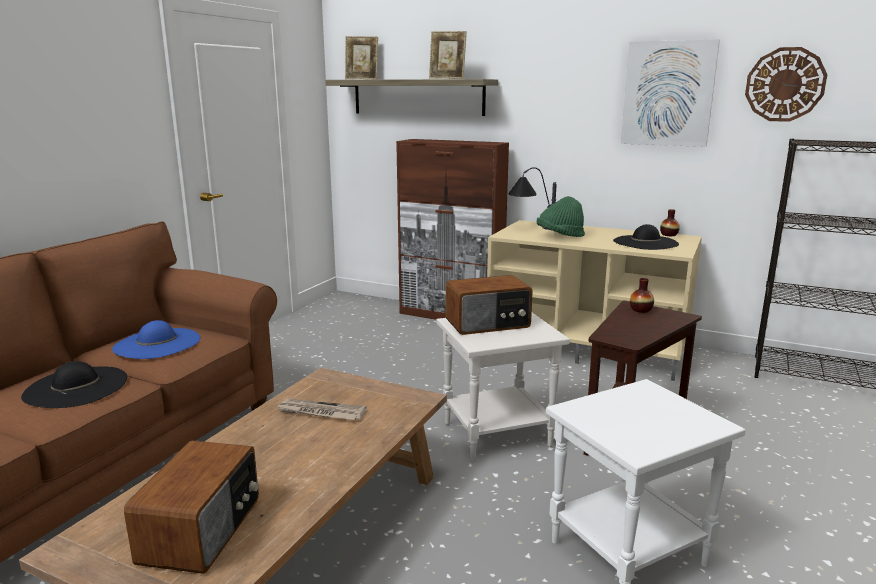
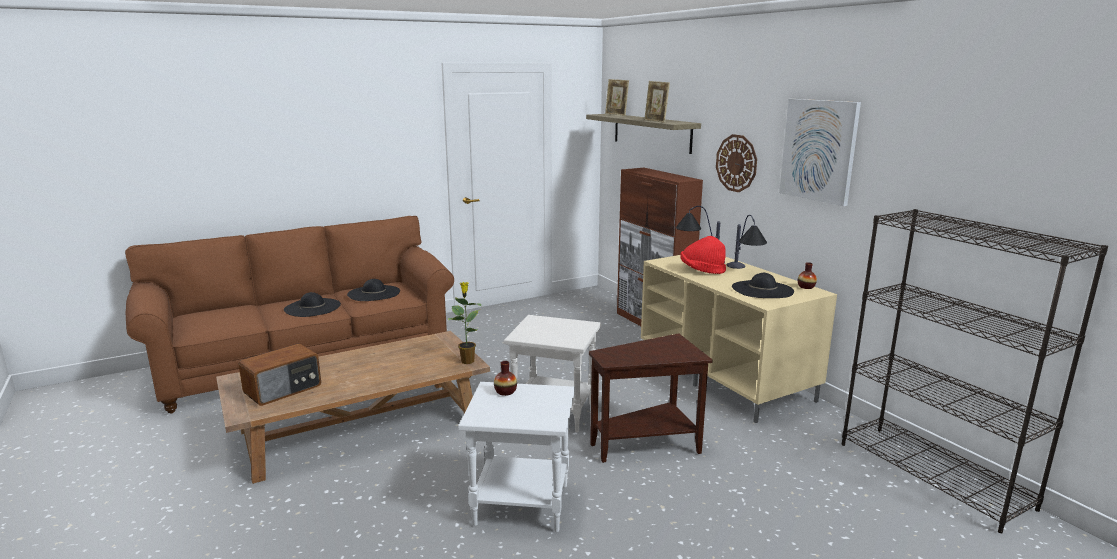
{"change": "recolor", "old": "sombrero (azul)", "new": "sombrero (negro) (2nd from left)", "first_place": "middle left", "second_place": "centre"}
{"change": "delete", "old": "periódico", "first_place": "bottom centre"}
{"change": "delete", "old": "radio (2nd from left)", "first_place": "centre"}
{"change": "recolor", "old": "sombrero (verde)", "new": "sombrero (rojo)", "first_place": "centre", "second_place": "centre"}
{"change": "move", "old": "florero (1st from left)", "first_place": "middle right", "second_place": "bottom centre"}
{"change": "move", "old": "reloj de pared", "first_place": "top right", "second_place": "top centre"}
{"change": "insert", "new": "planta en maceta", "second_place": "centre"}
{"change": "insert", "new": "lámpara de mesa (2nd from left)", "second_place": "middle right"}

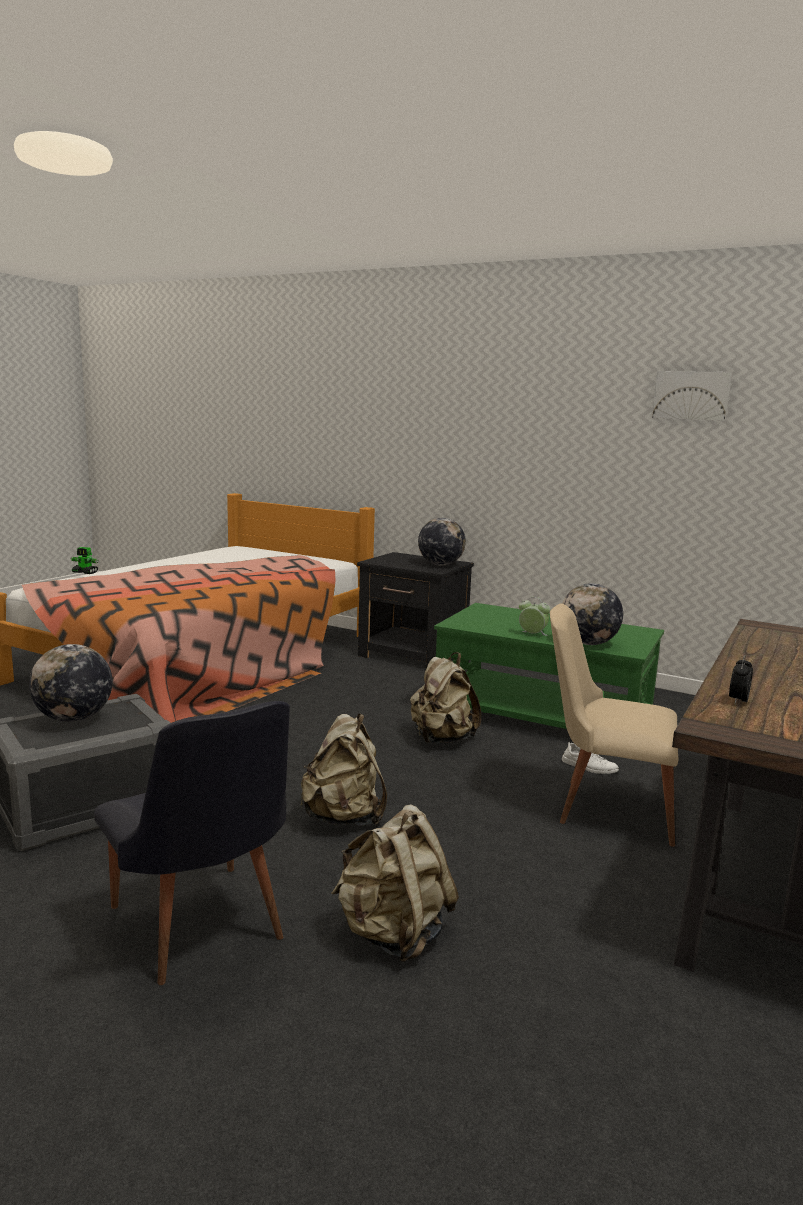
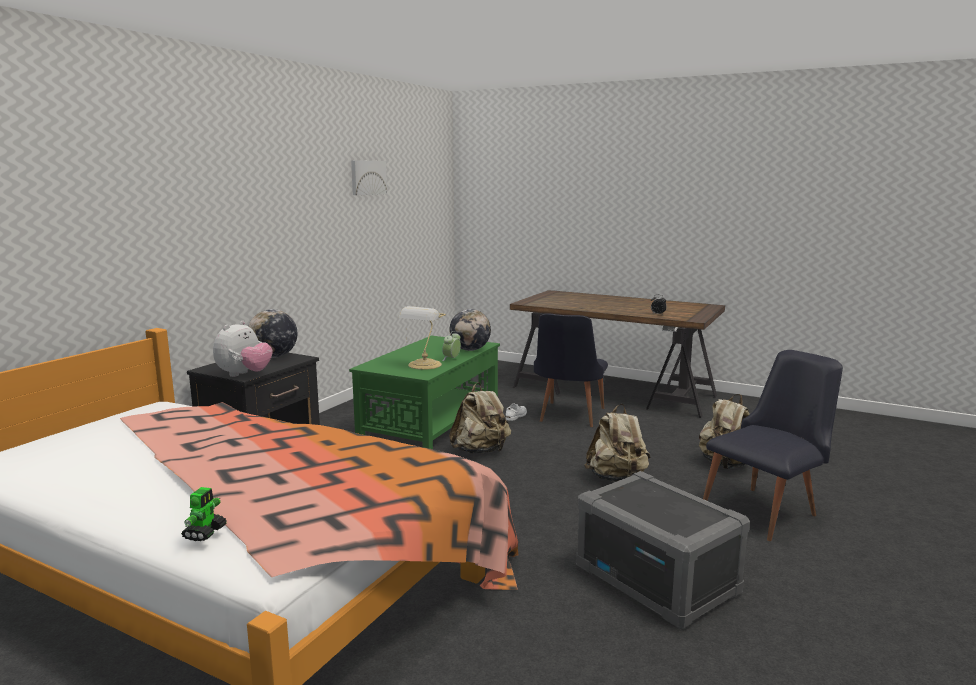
{"change": "delete", "old": "globo terráqueo (1st from left)", "first_place": "middle left"}
{"change": "recolor", "old": "silla (beis)", "new": "silla (negro) (1st from left)", "first_place": "middle right", "second_place": "centre"}
{"change": "insert", "new": "peluche", "second_place": "middle left"}
{"change": "insert", "new": "lámpara de mesa", "second_place": "centre"}

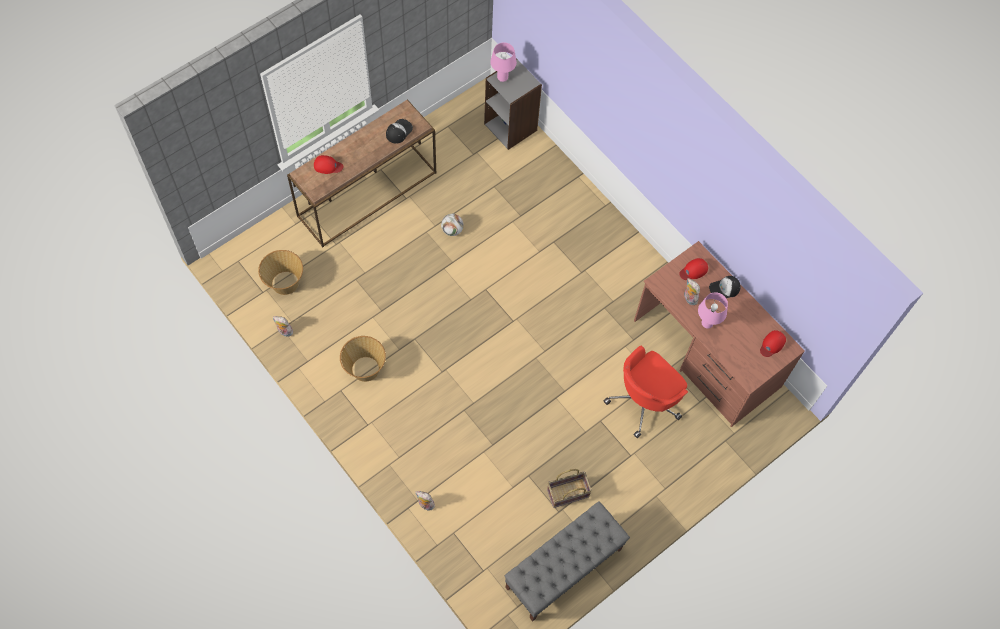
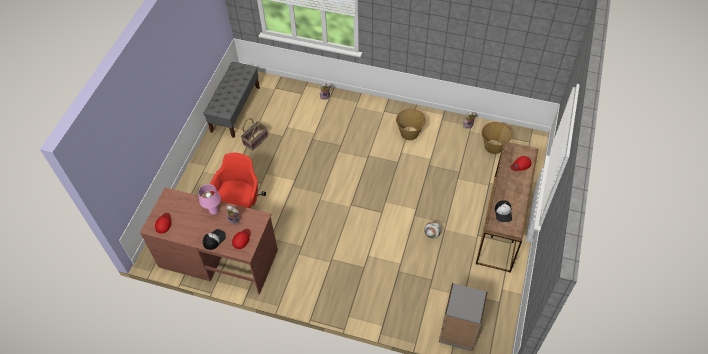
{"change": "delete", "old": "lámpara de mesa (rosa) (1st from left)", "first_place": "top centre"}

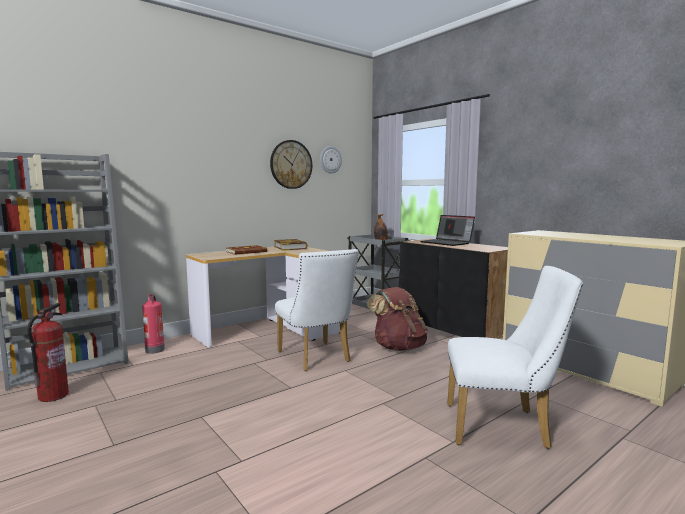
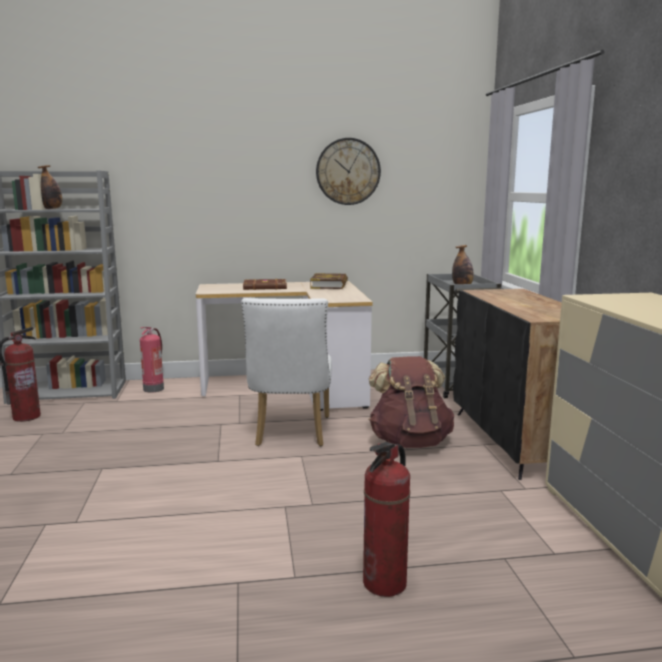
{"change": "delete", "old": "reloj de pared (2nd from left)", "first_place": "top centre"}
{"change": "delete", "old": "portátil", "first_place": "centre"}
{"change": "replace", "old": "silla (blanco) (2nd from left)", "new": "extintor (3rd from left)", "first_place": "bottom right", "second_place": "bottom centre"}
{"change": "insert", "new": "botella (1st from left)", "second_place": "top left"}

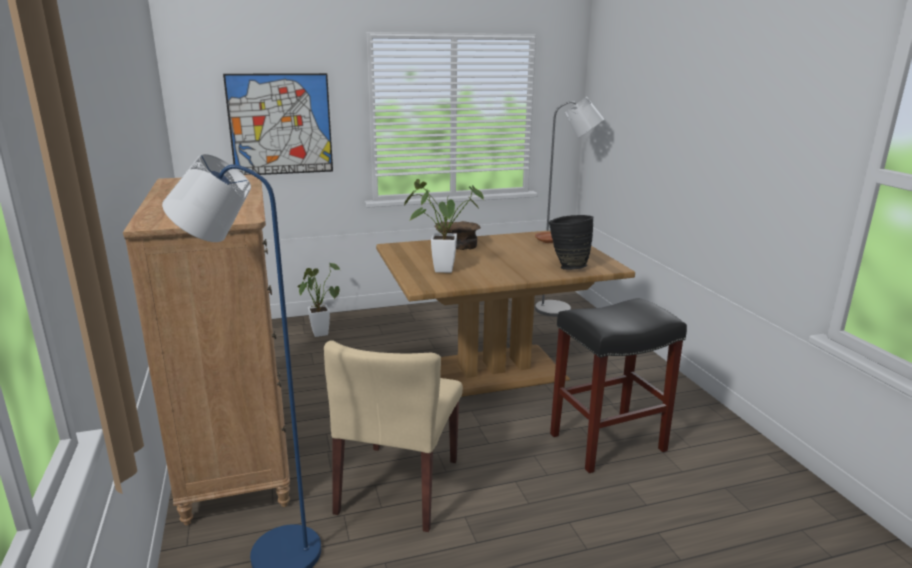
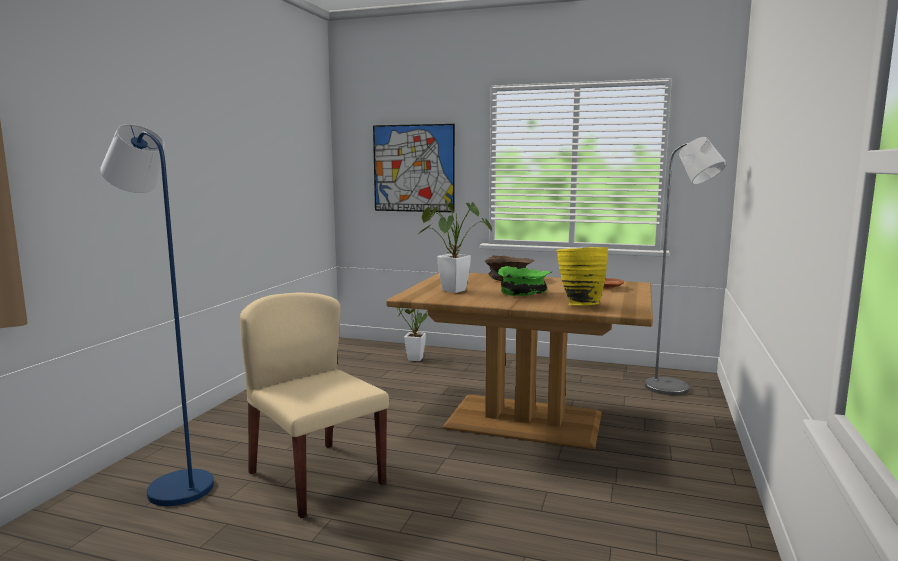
{"change": "delete", "old": "cómoda (marrón)", "first_place": "middle left"}
{"change": "rotate", "old": "silla (beis)", "first_place": "bottom centre", "second_place": "bottom centre", "degrees": 90}
{"change": "recolor", "old": "florero (negro)", "new": "florero (amarillo)", "first_place": "centre", "second_place": "centre"}
{"change": "delete", "old": "taburete (negro)", "first_place": "bottom right"}
{"change": "insert", "new": "cuenco (verde)", "second_place": "centre"}

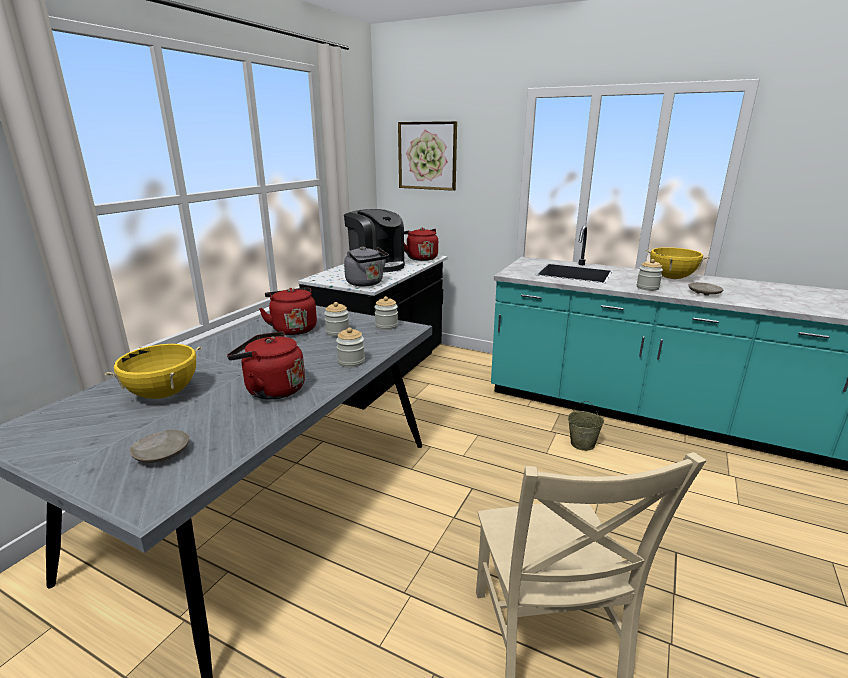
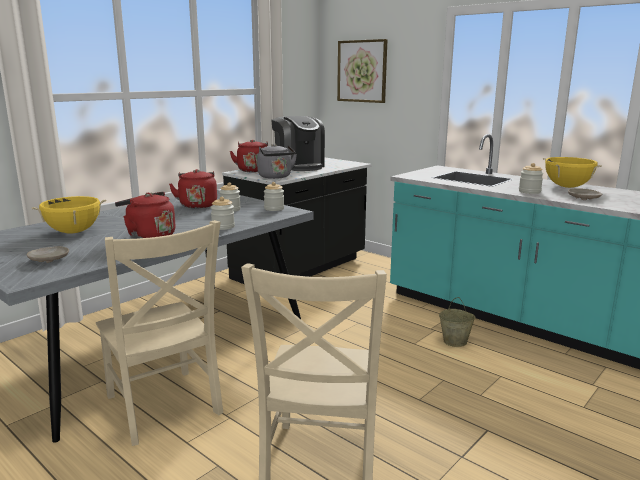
{"change": "move", "old": "hervidor (rojo) (3rd from left)", "first_place": "centre", "second_place": "top centre"}
{"change": "insert", "new": "silla (beis) (1st from left)", "second_place": "bottom left"}

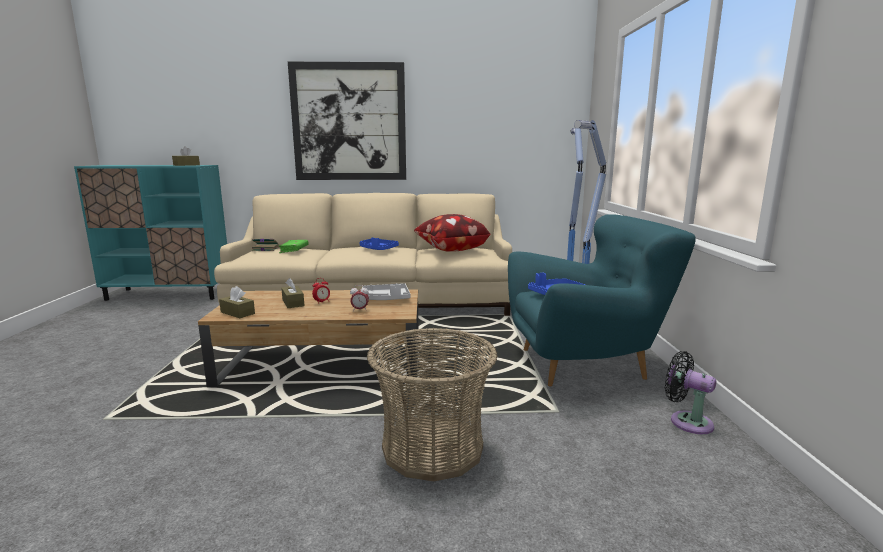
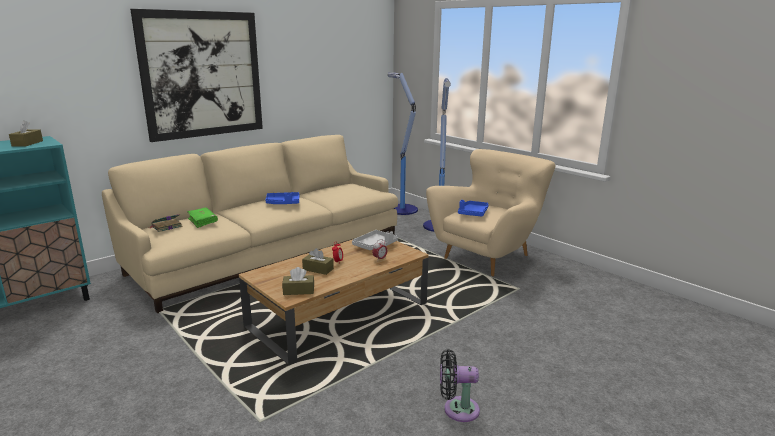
{"change": "delete", "old": "cesta", "first_place": "bottom centre"}
{"change": "delete", "old": "cojín", "first_place": "centre"}
{"change": "recolor", "old": "sillón (turquesa)", "new": "sillón (beis)", "first_place": "middle right", "second_place": "centre"}
{"change": "move", "old": "ventilador (negro)", "first_place": "bottom right", "second_place": "bottom centre"}

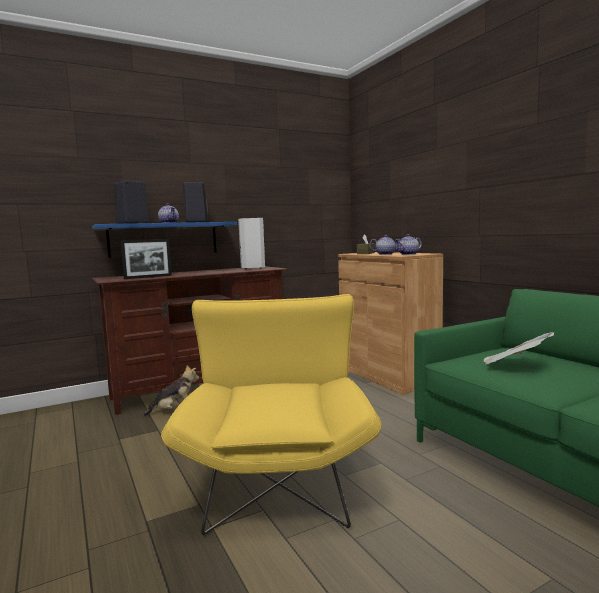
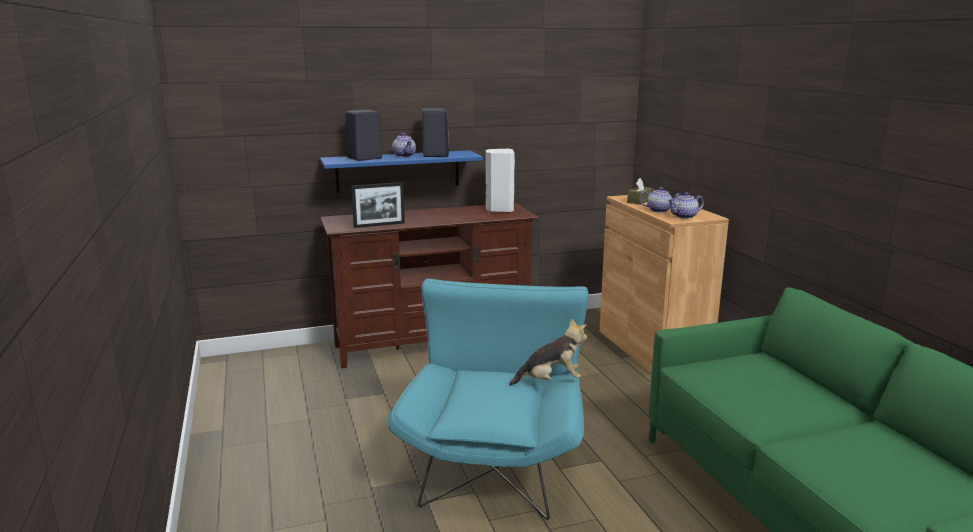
{"change": "move", "old": "peluche", "first_place": "middle left", "second_place": "centre"}
{"change": "recolor", "old": "sillón (amarillo)", "new": "sillón (turquesa)", "first_place": "bottom centre", "second_place": "bottom centre"}
{"change": "delete", "old": "periódico", "first_place": "middle right"}

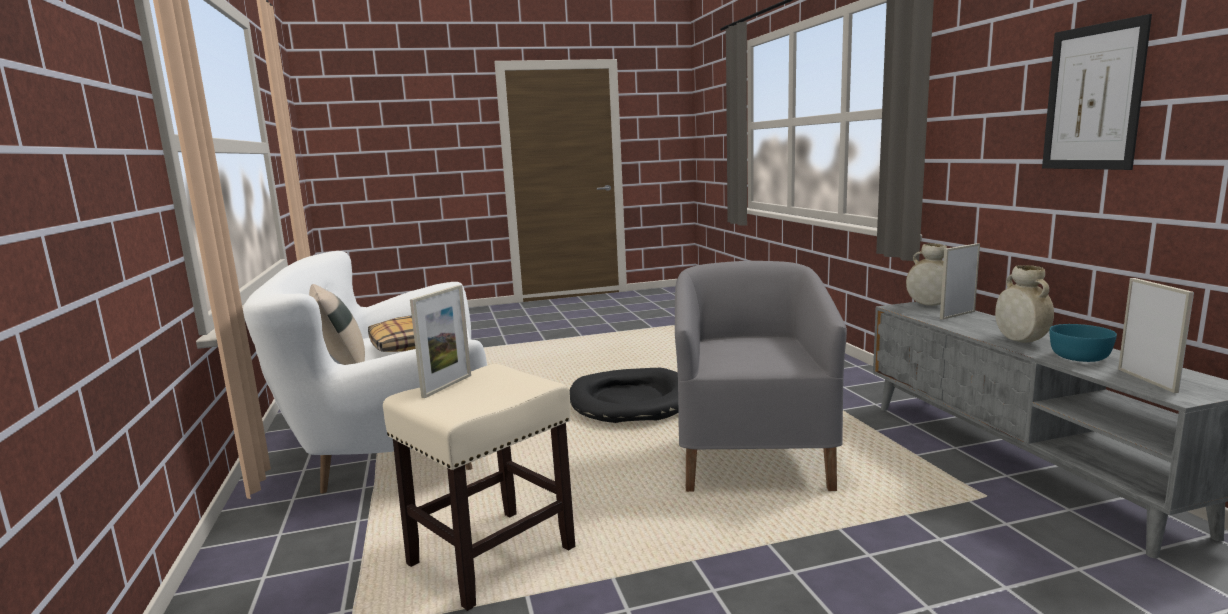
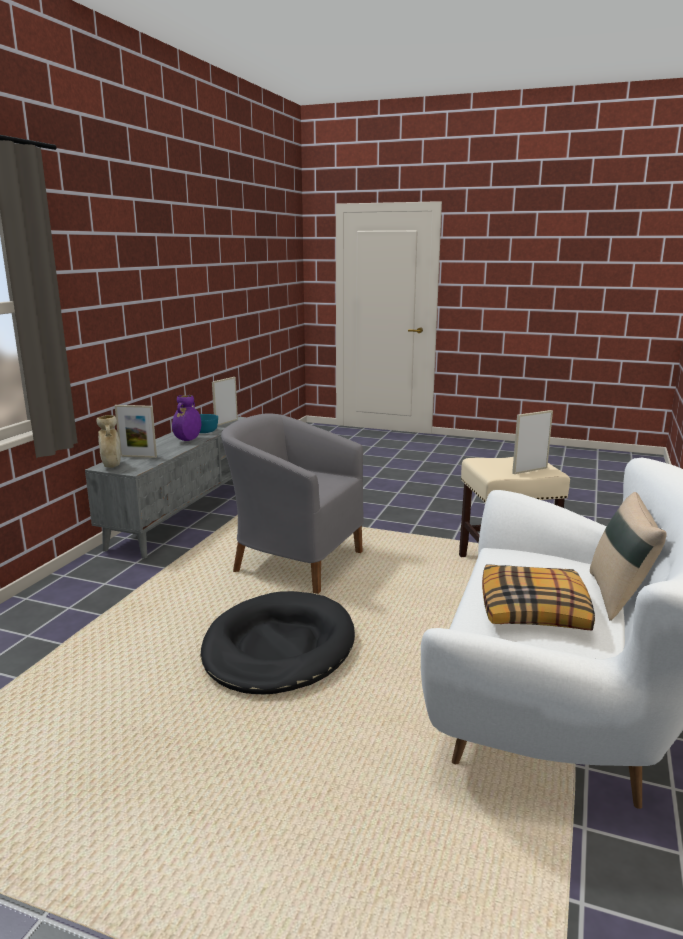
{"change": "rotate", "old": "sillón (gris)", "first_place": "centre", "second_place": "centre", "degrees": 75}
{"change": "recolor", "old": "florero (beis) (2nd from left)", "new": "florero (morado)", "first_place": "middle right", "second_place": "middle left"}
{"change": "delete", "old": "cuadro", "first_place": "top right"}

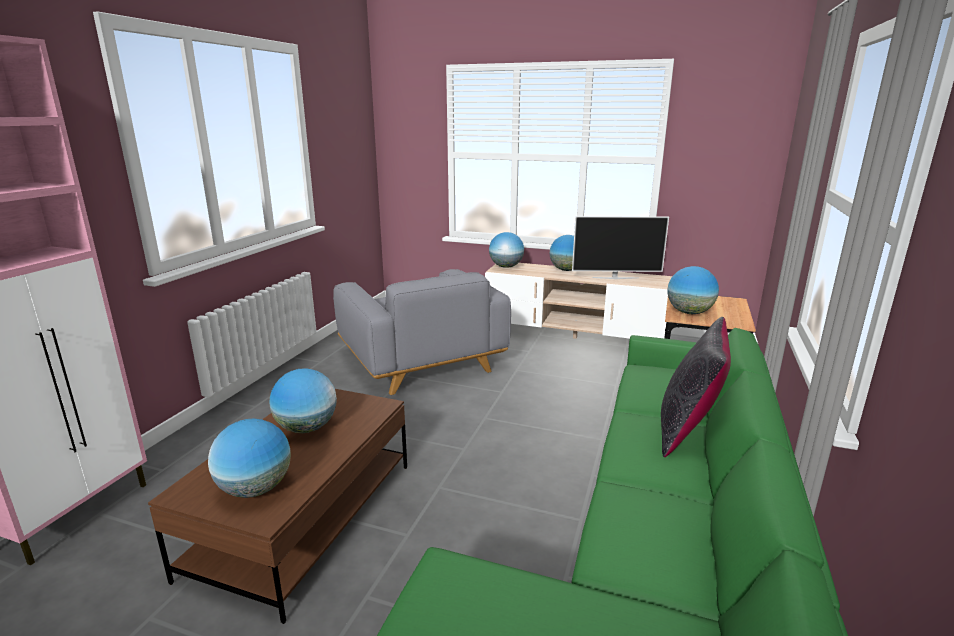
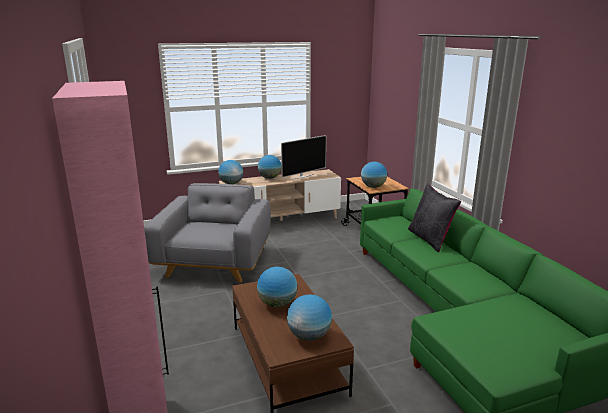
{"change": "rotate", "old": "sillón (gris)", "first_place": "centre", "second_place": "centre", "degrees": -105}

